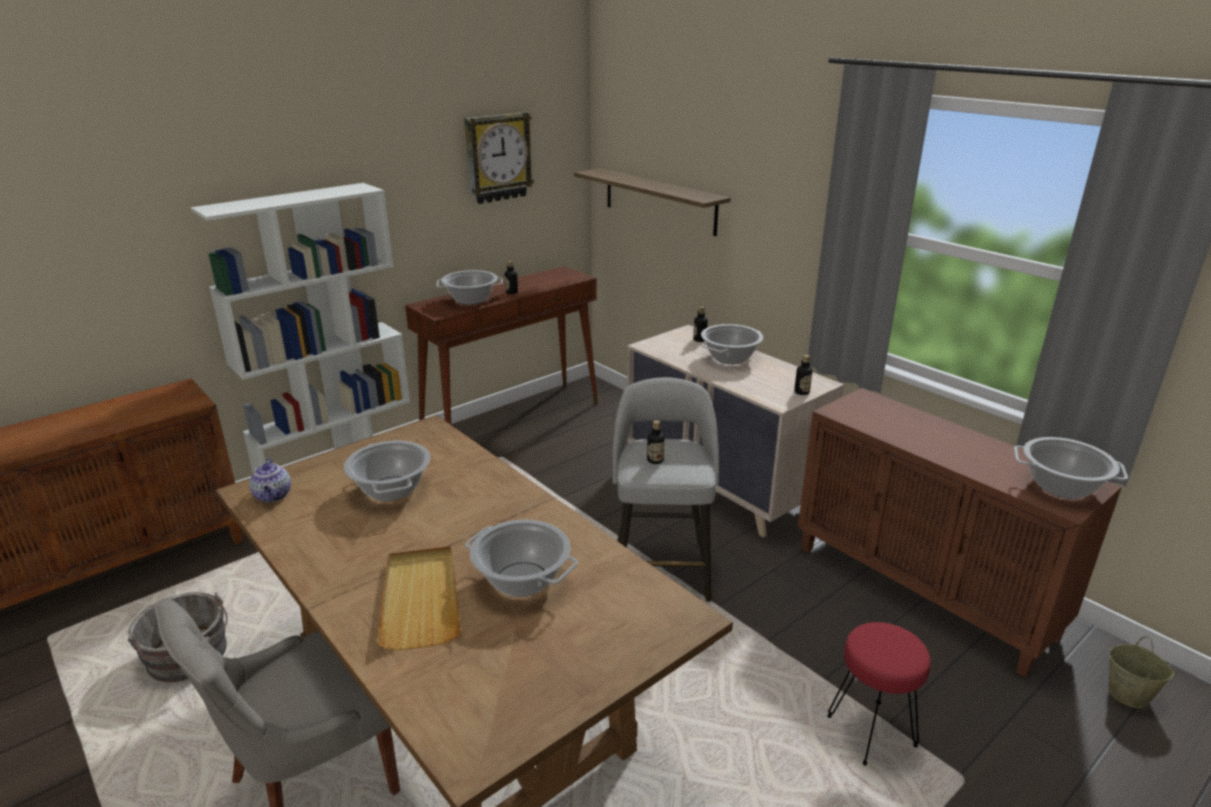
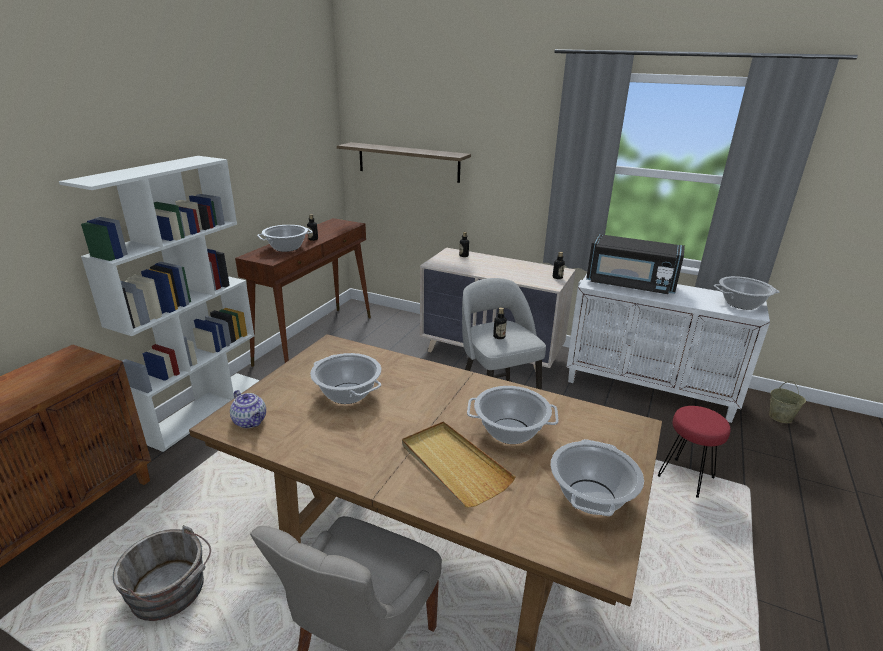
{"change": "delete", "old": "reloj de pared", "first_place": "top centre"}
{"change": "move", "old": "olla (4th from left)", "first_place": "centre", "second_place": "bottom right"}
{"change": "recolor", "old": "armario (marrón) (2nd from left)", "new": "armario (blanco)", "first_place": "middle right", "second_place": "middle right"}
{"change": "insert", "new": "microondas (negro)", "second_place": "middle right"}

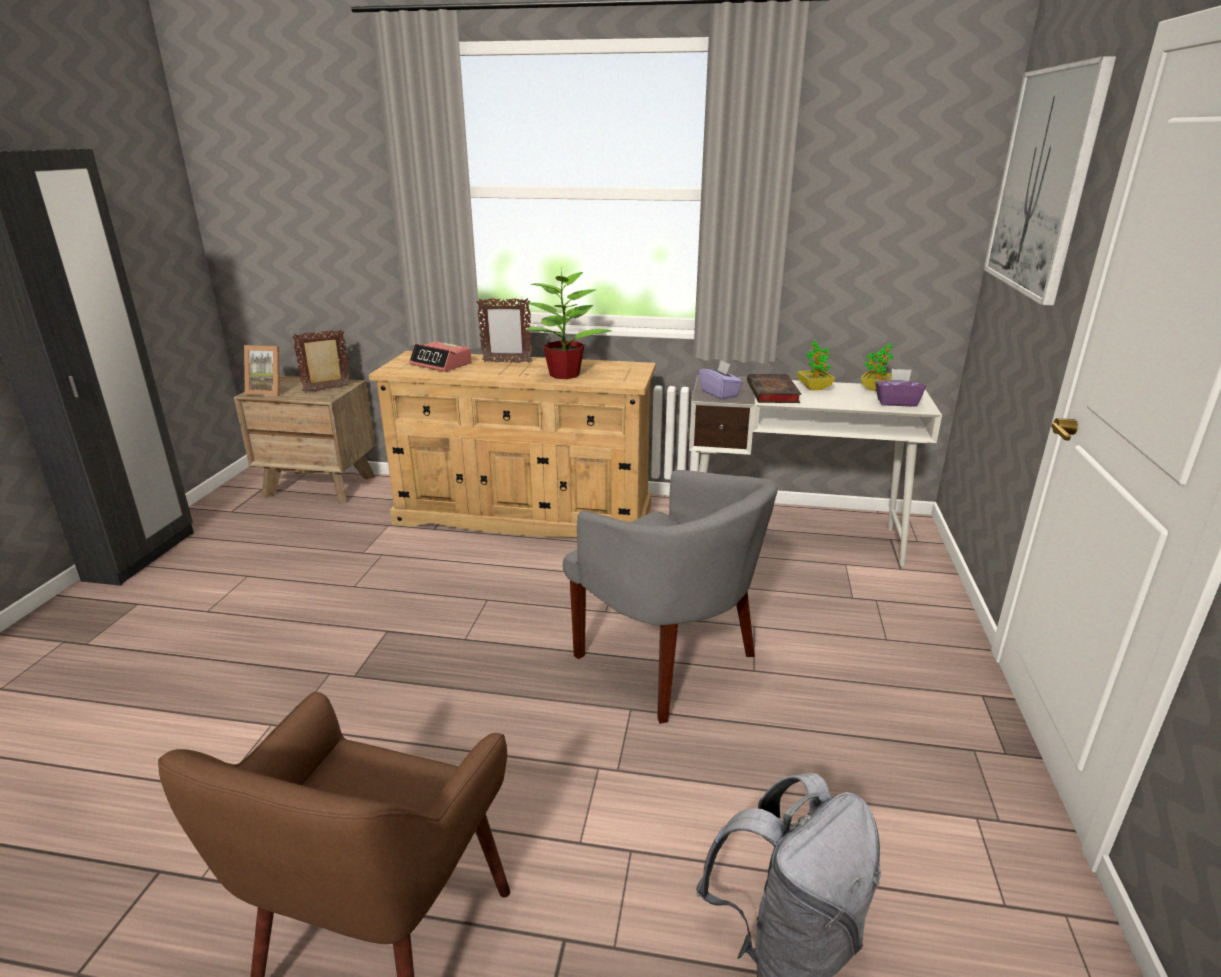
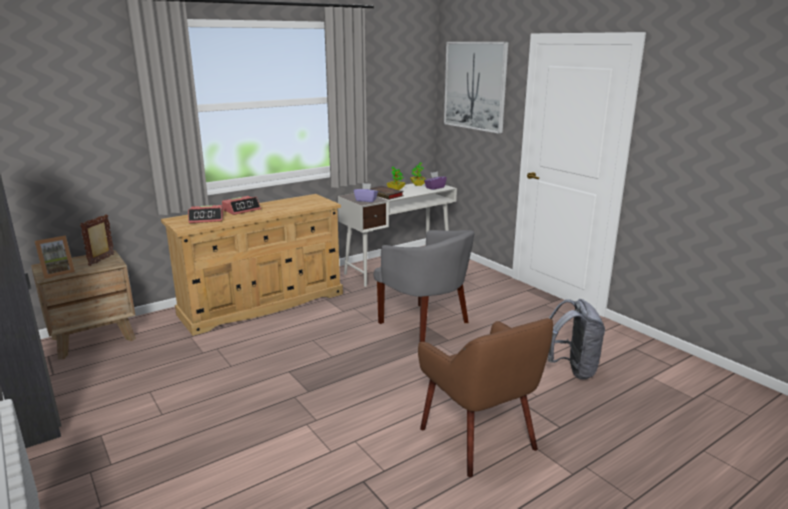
{"change": "replace", "old": "portarretratos (3rd from left)", "new": "despertador (2nd from left)", "first_place": "centre", "second_place": "middle left"}
{"change": "delete", "old": "planta en maceta (1st from left)", "first_place": "top centre"}
{"change": "rotate", "old": "sillón (gris)", "first_place": "centre", "second_place": "centre", "degrees": 45}

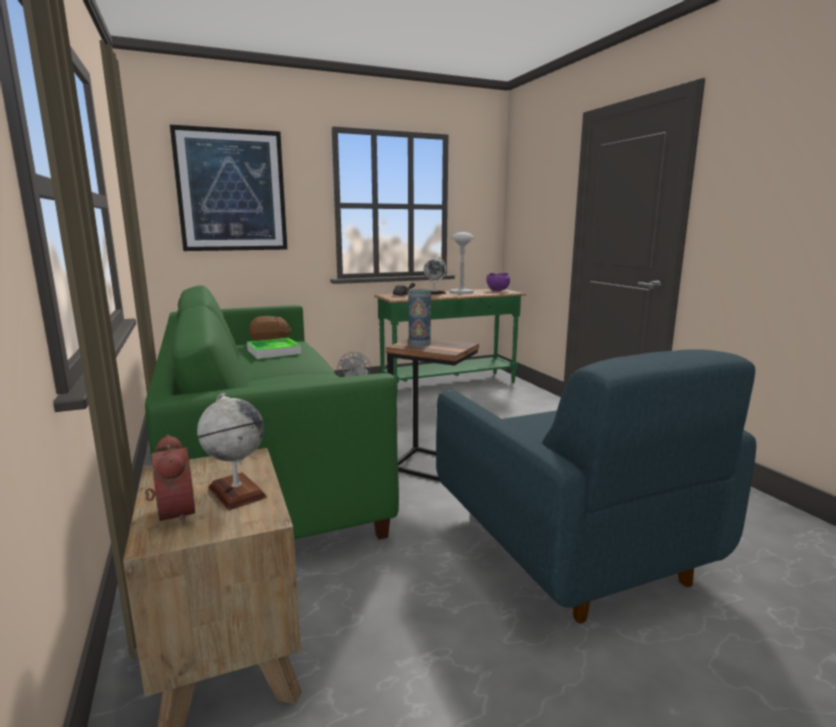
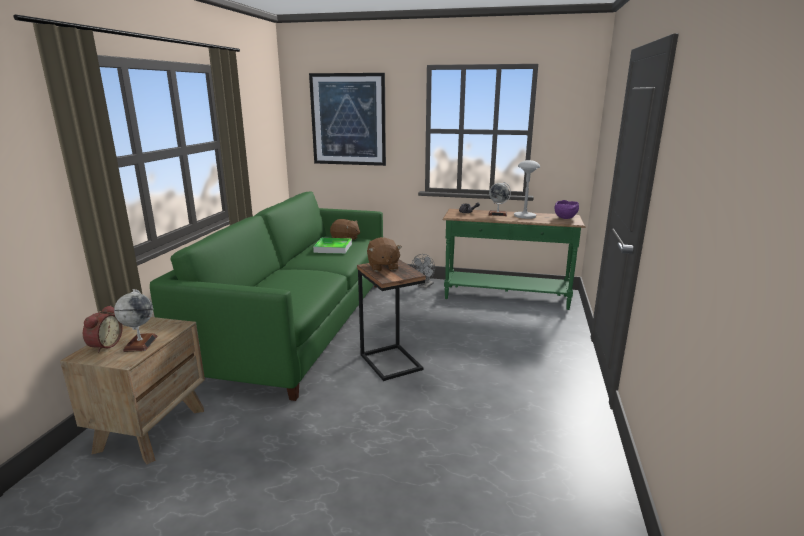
{"change": "replace", "old": "florero", "new": "peluche (marrón) (2nd from left)", "first_place": "centre", "second_place": "centre"}
{"change": "delete", "old": "sillón (azul)", "first_place": "bottom right"}

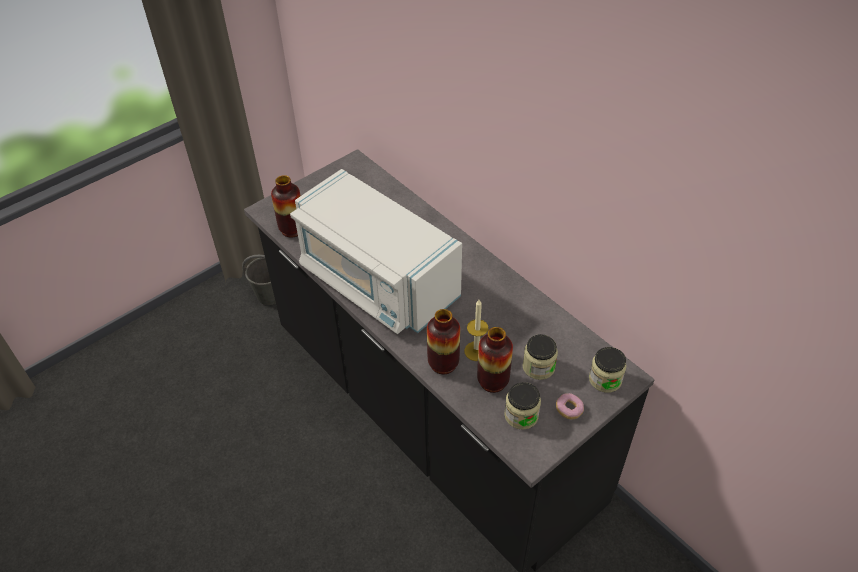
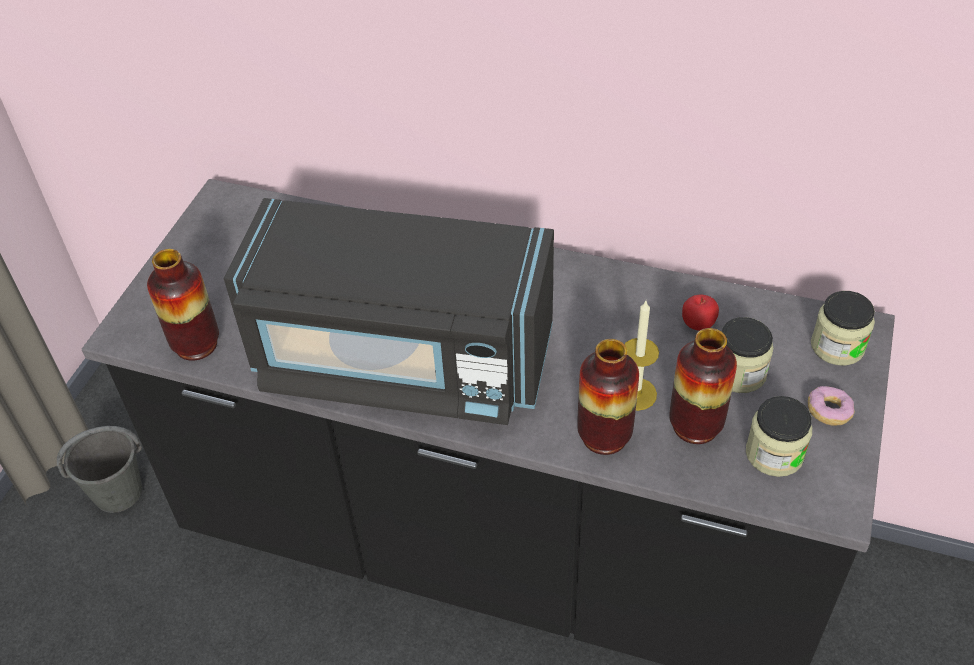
{"change": "recolor", "old": "microondas (blanco)", "new": "microondas (negro)", "first_place": "centre", "second_place": "centre"}
{"change": "insert", "new": "manzana", "second_place": "middle right"}

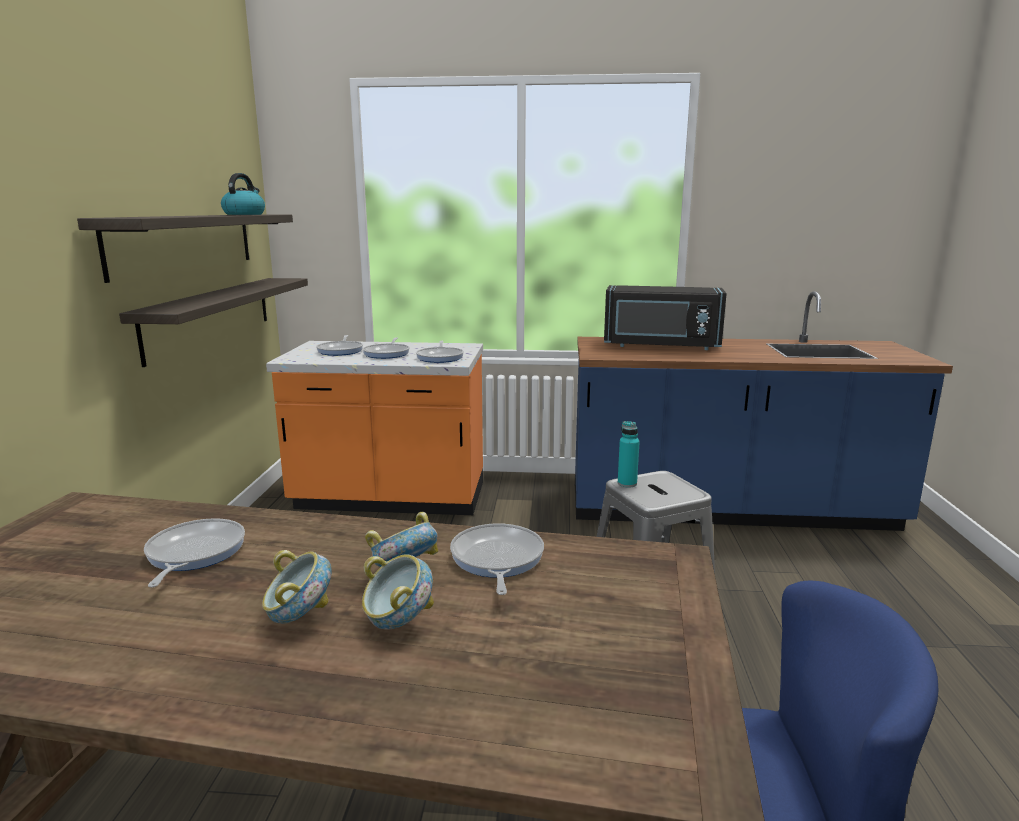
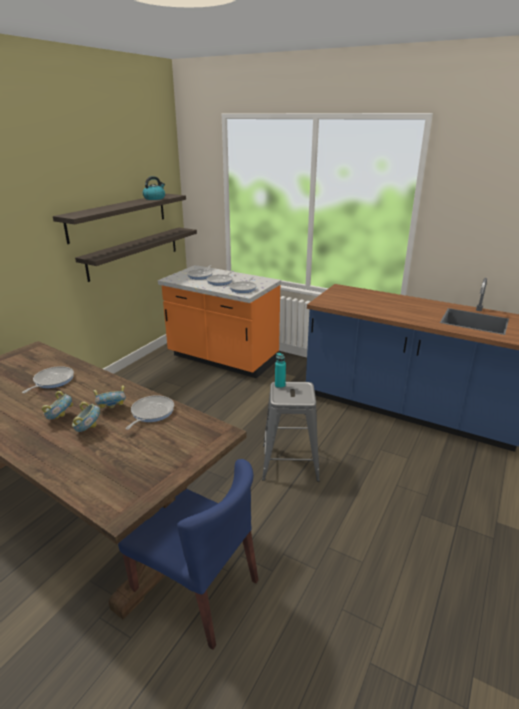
{"change": "delete", "old": "microondas (negro)", "first_place": "centre"}

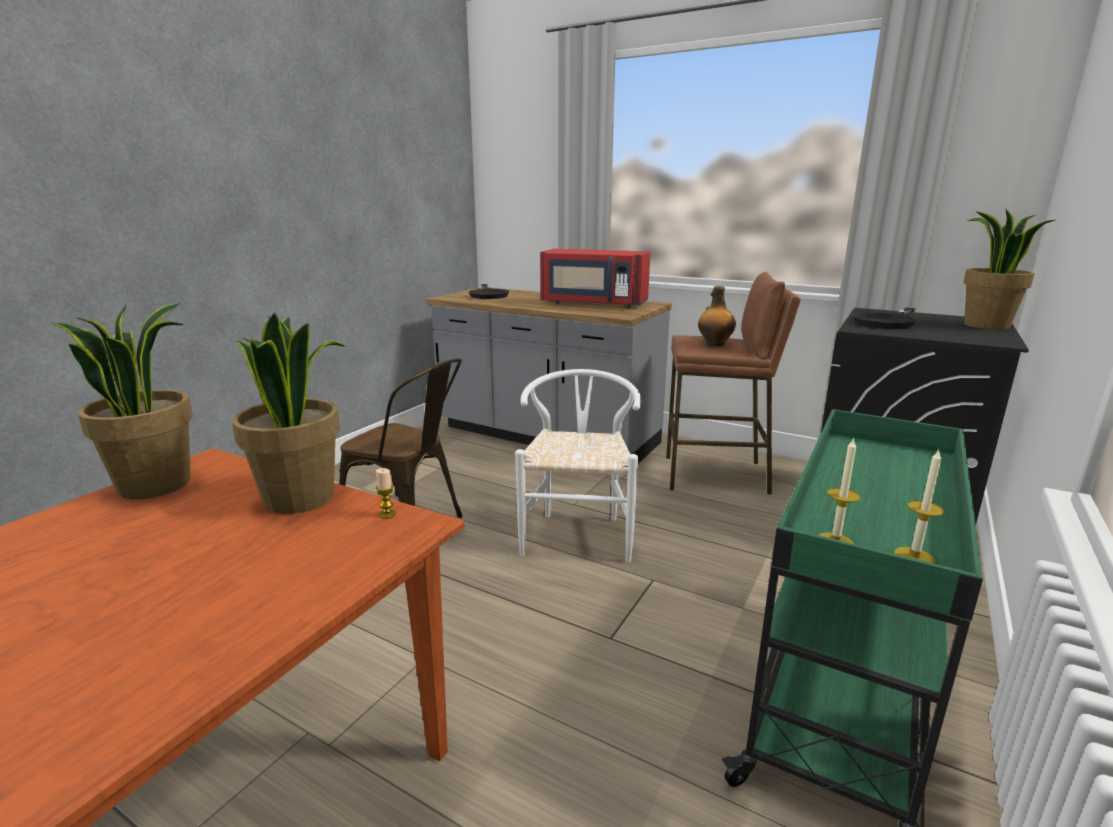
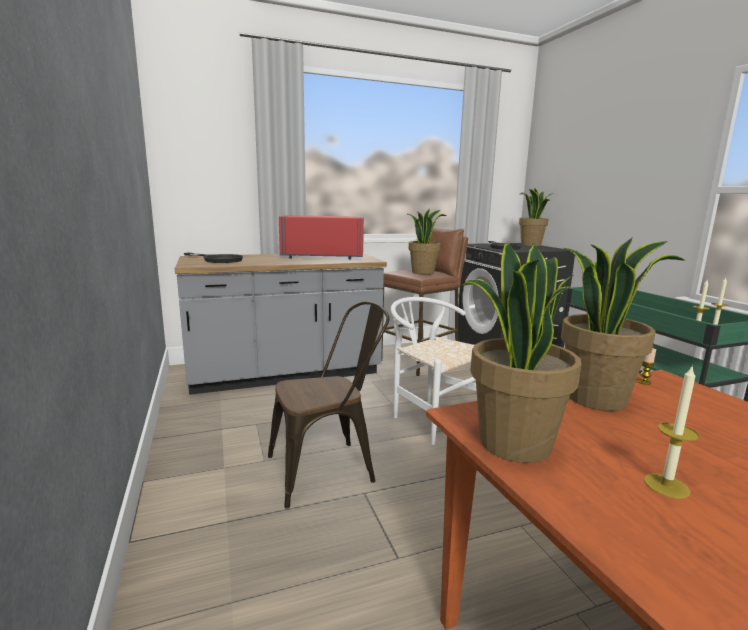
{"change": "rotate", "old": "microondas (rojo)", "first_place": "centre", "second_place": "centre", "degrees": -150}
{"change": "replace", "old": "botella", "new": "planta en maceta (1st from left)", "first_place": "centre", "second_place": "centre"}
{"change": "insert", "new": "vela (2nd from left)", "second_place": "bottom right"}

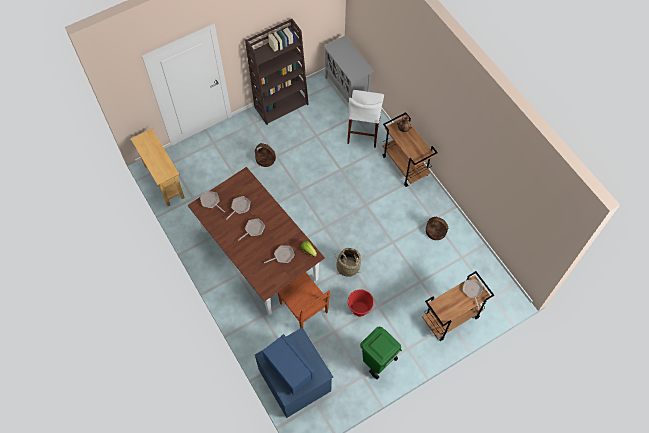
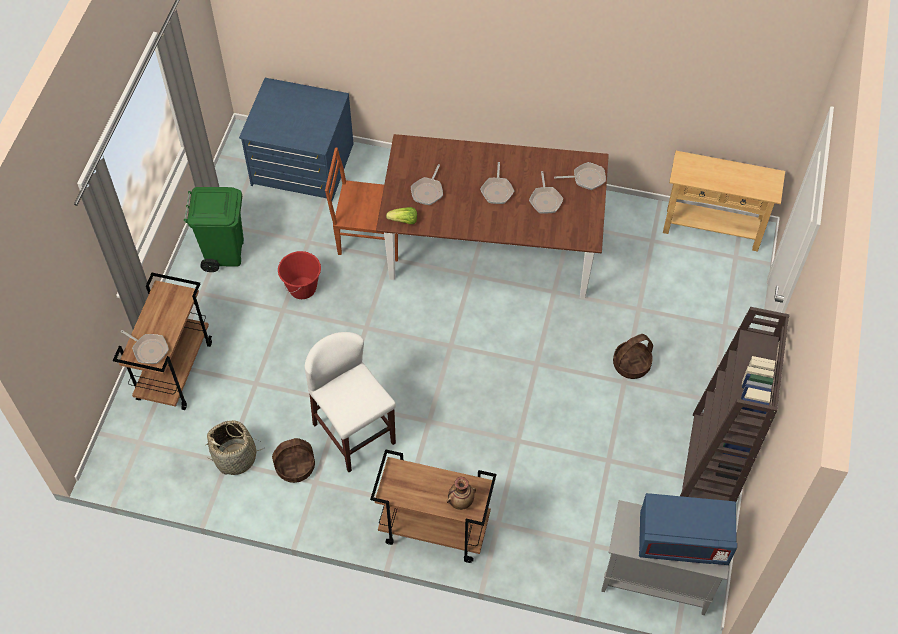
{"change": "move", "old": "microondas (azul)", "first_place": "bottom centre", "second_place": "bottom right"}
{"change": "move", "old": "cesta (2nd from left in the first image)", "new": "cesta (1st from left)", "first_place": "centre", "second_place": "bottom left"}
{"change": "move", "old": "taburete (blanco)", "first_place": "top centre", "second_place": "centre"}

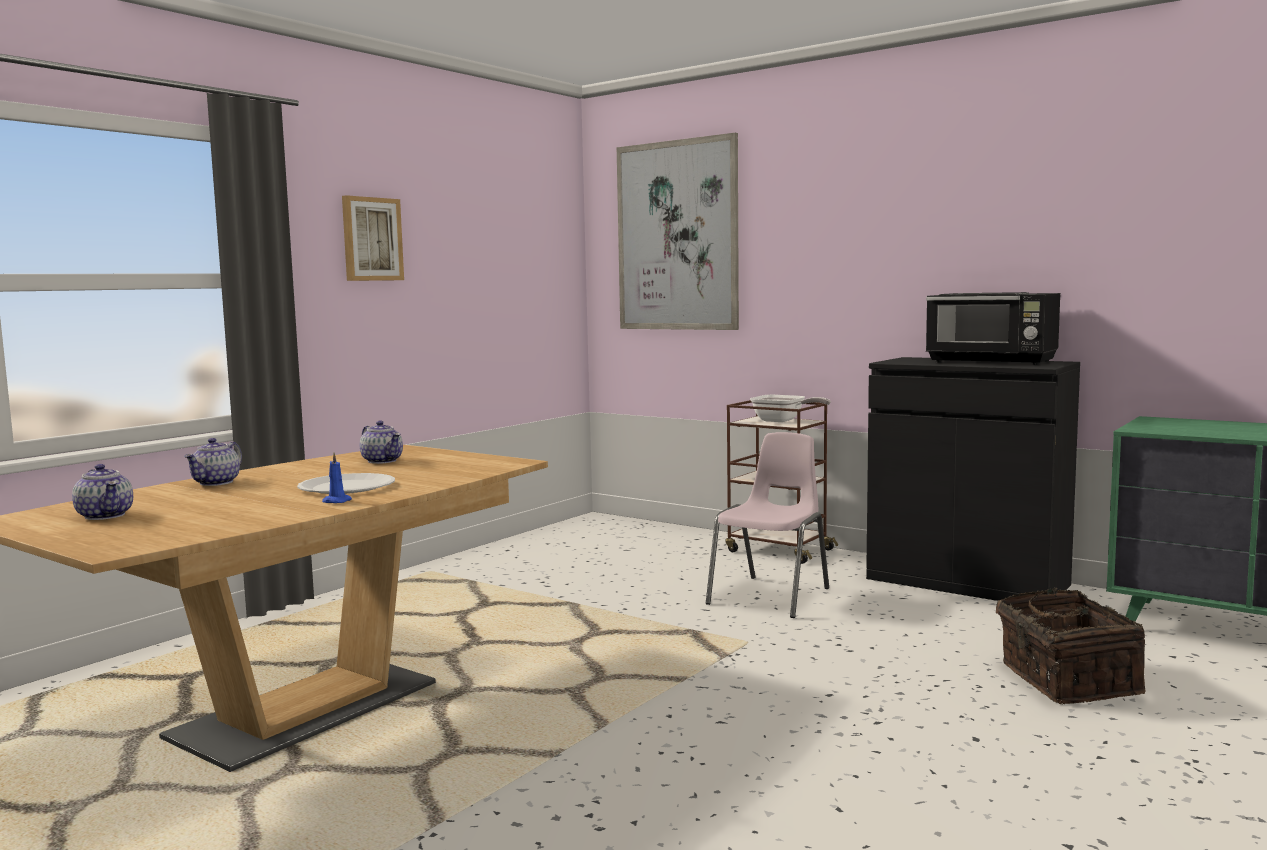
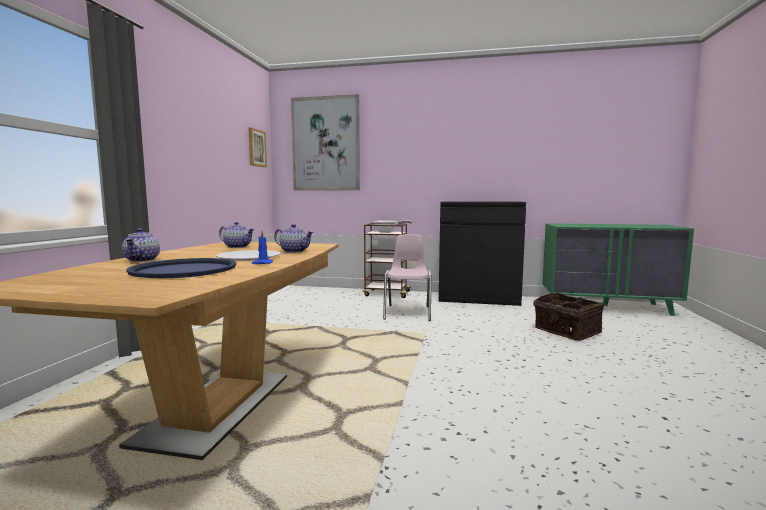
{"change": "move", "old": "tetera (1st from left in the first image)", "new": "tetera (3rd from left)", "first_place": "middle left", "second_place": "centre"}
{"change": "move", "old": "cuadro (1st from left)", "first_place": "top left", "second_place": "top centre"}
{"change": "delete", "old": "microondas (negro)", "first_place": "middle right"}
{"change": "insert", "new": "bandeja (azul)", "second_place": "middle left"}

